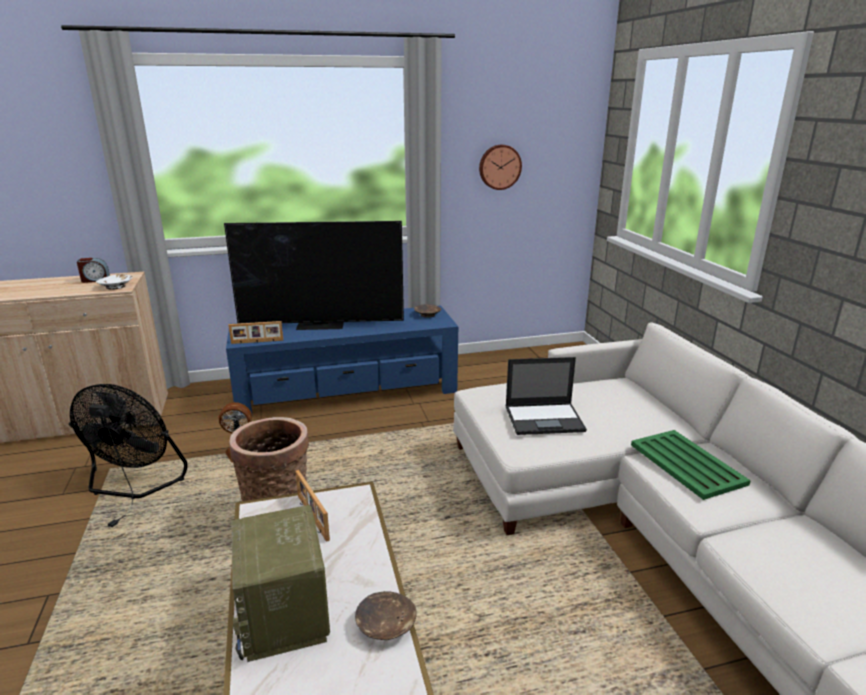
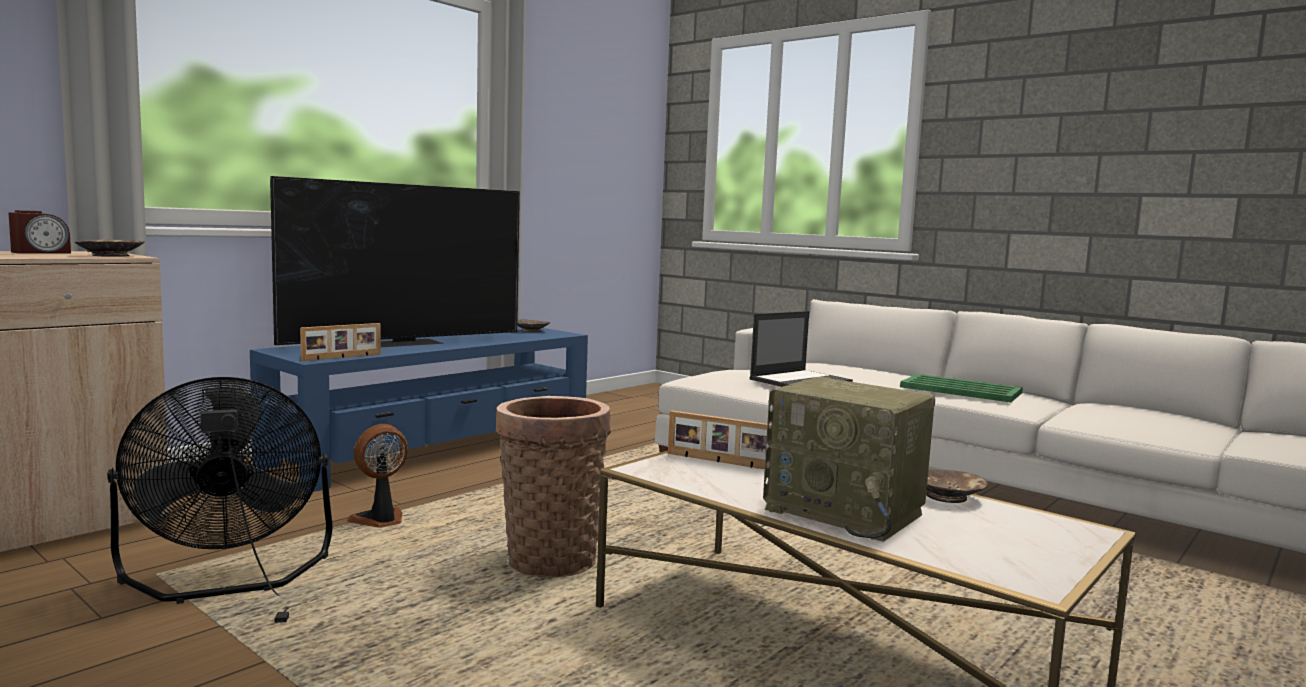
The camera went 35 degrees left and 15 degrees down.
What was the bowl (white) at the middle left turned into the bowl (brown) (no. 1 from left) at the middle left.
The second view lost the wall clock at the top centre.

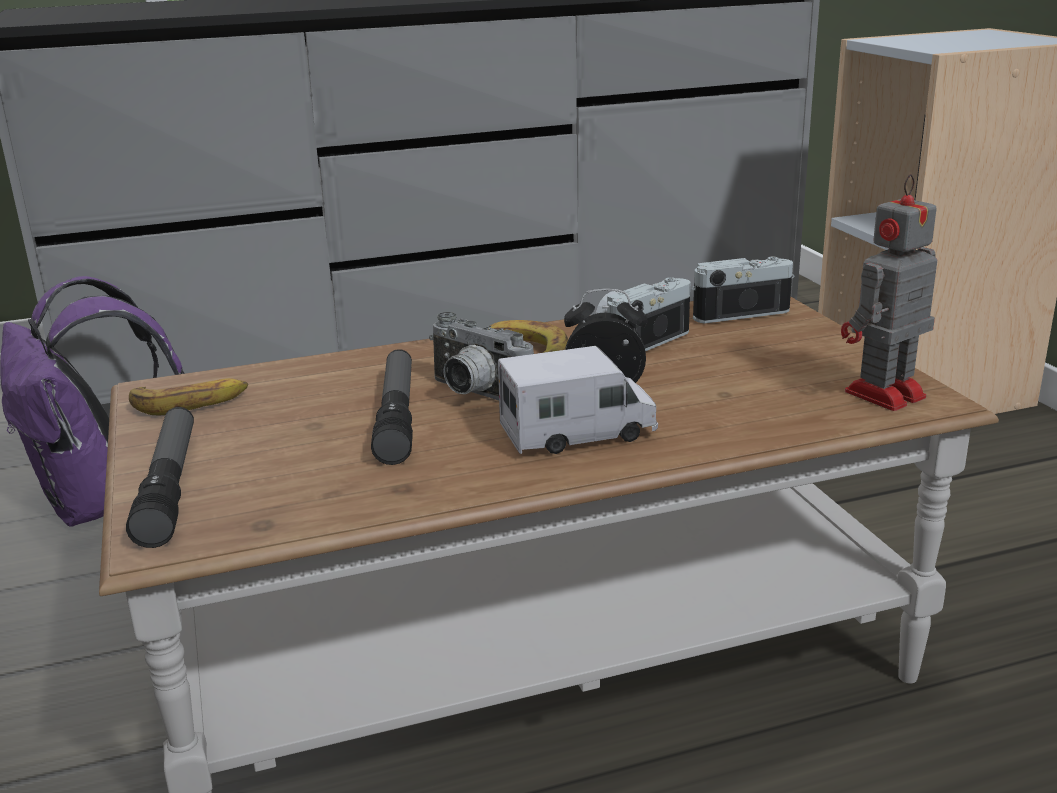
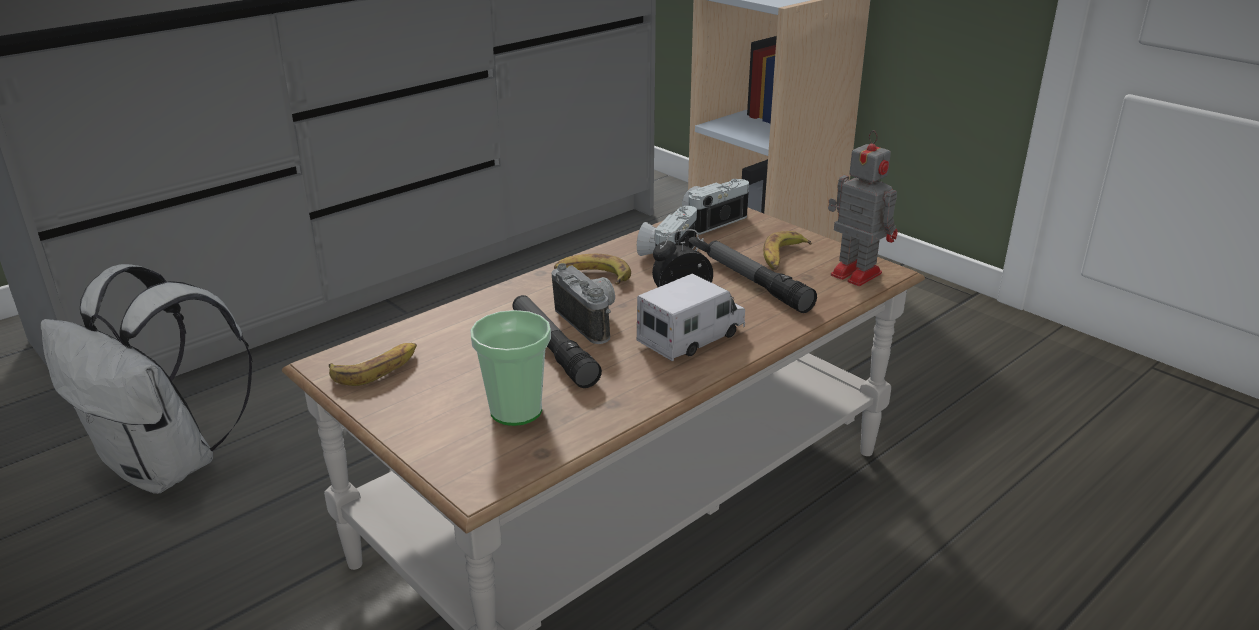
The camera went 25 degrees left and 5 degrees up.
What was the backpack (purple) at the middle left turned into the backpack (white) at the middle left.
The second view gained the cup at the centre.
The photo camera (no. 1 from left) at the centre ended up facing another way, 135 degrees counterclockwise from before.
The flashlight (no. 1 from left in the first image) ended up elsewhere, having gone from the middle left to the centre.
The second view gained the banana (no. 3 from left) at the centre.
The toy robot at the middle right ended up facing another way, 105 degrees clockwise from before.

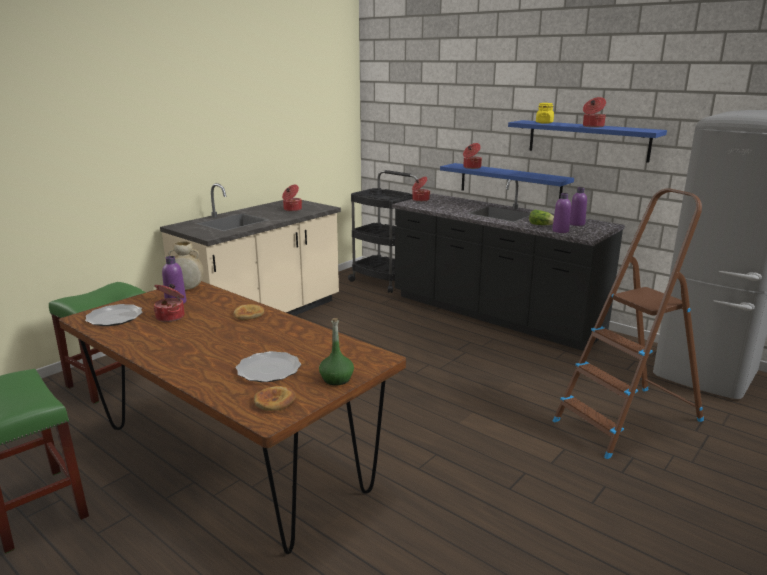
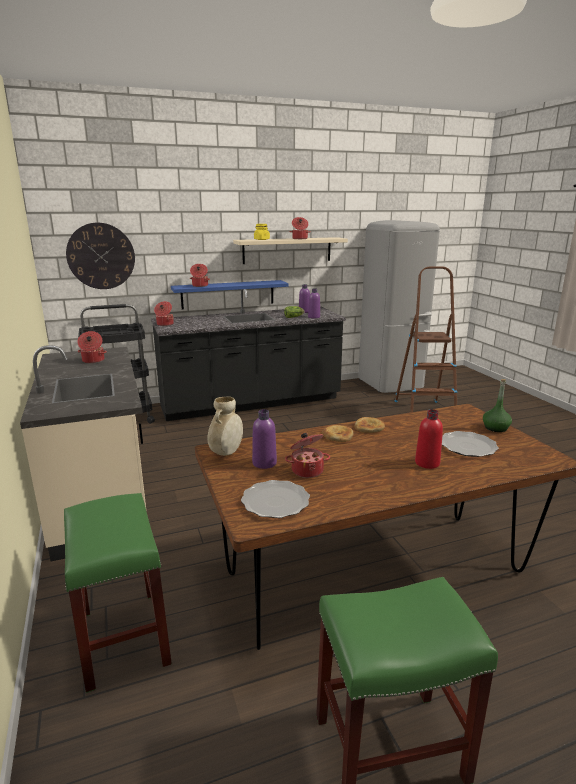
The camera went 60 degrees left and 0 degrees up.
The second view gained the wall clock at the top left.
What was the shelf (blue) (no. 2 from left) at the top right turned into the shelf (beige) at the top centre.
The bread (no. 2 from left) ended up elsewhere, having gone from the bottom centre to the centre.
The second view gained the bottle (red) at the middle right.

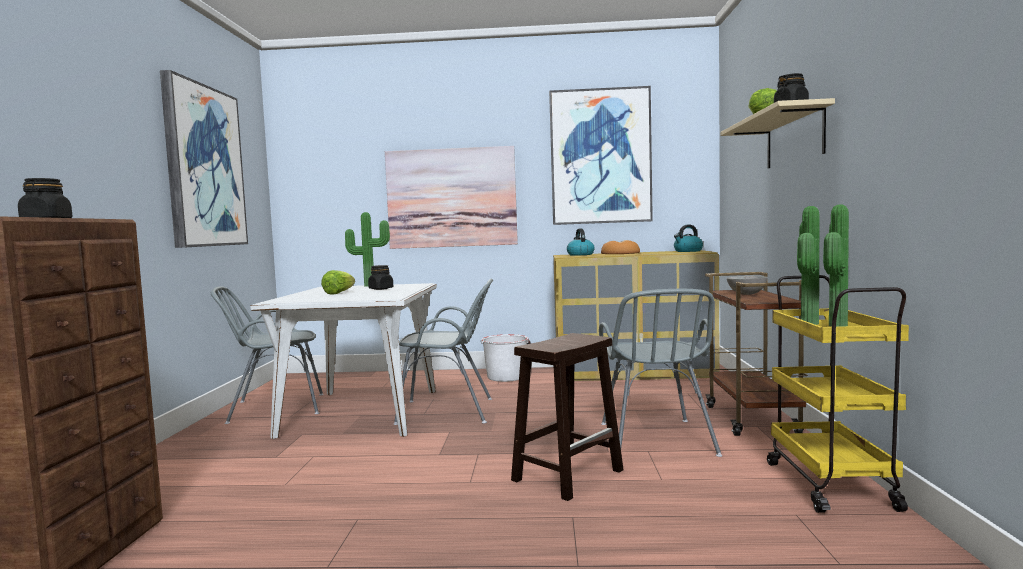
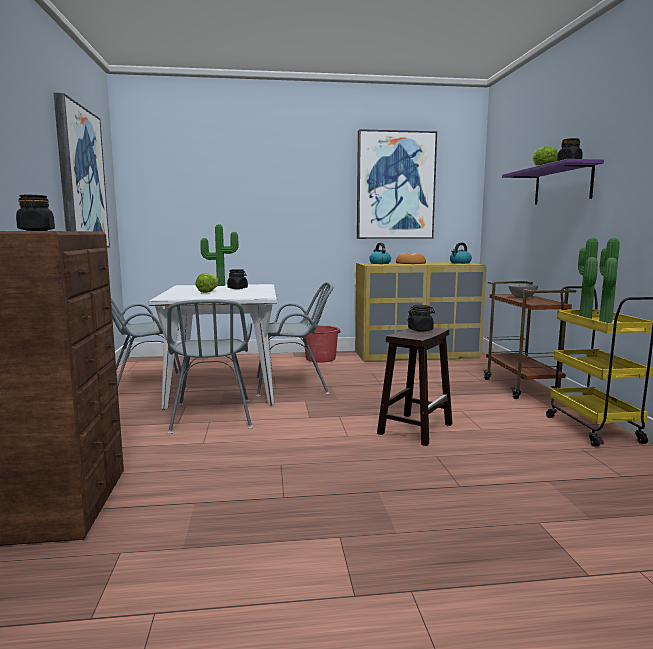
The camera went 10 degrees left and 5 degrees up.
The chair (grey) (no. 3 from left in the first image) ended up elsewhere, having gone from the centre to the middle left.
What was the bucket (white) at the centre turned into the bucket (red) at the centre.
The second view gained the jar (black) (no. 3 from left) at the centre.
What was the shelf (beige) at the top right turned into the shelf (purple) at the top right.
The second view lost the picture (no. 2 from left) at the centre.

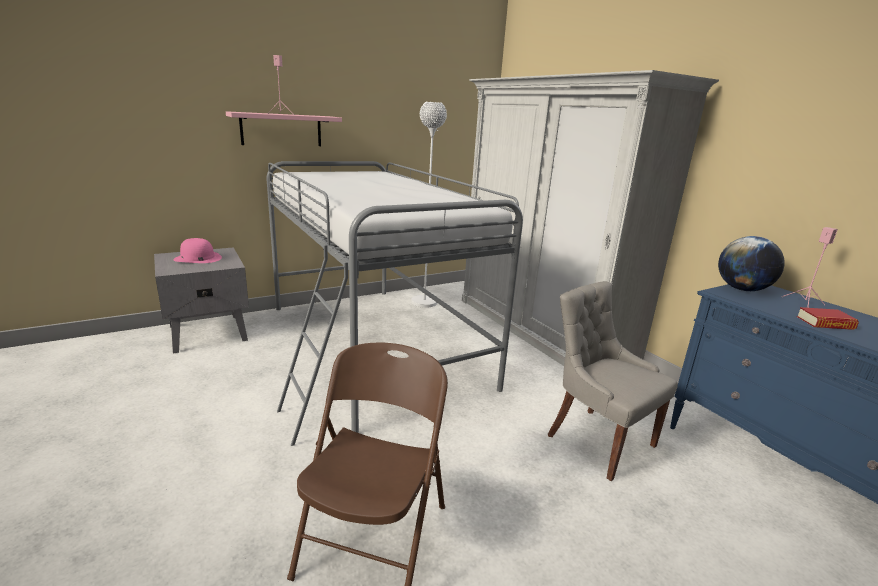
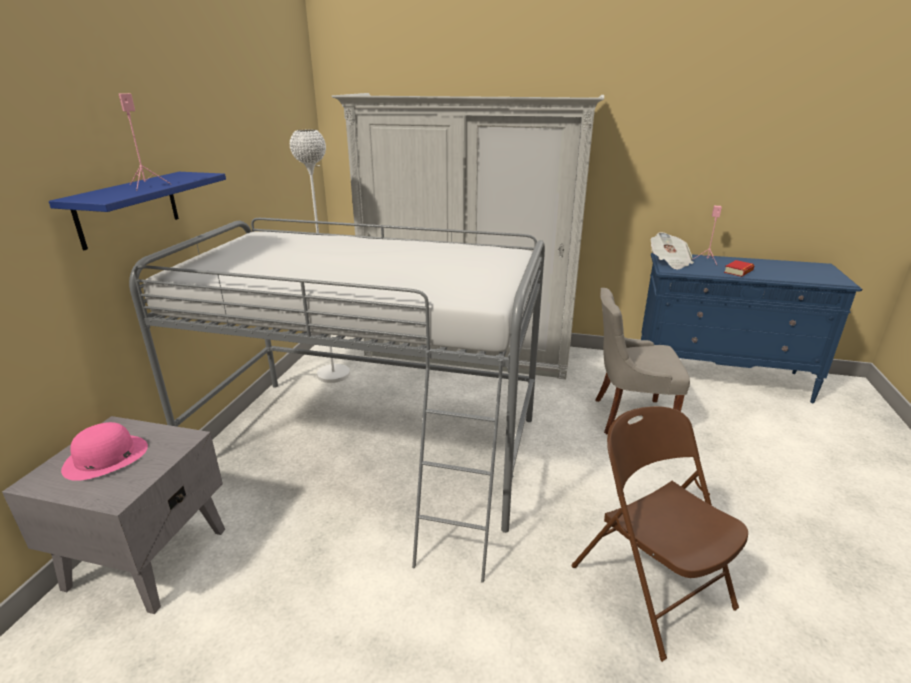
The camera went 45 degrees left and 5 degrees up.
What was the shelf (pink) at the top left turned into the shelf (blue) at the top left.
Where the globe stood at the middle right, the newspaper came to stand at the middle right.

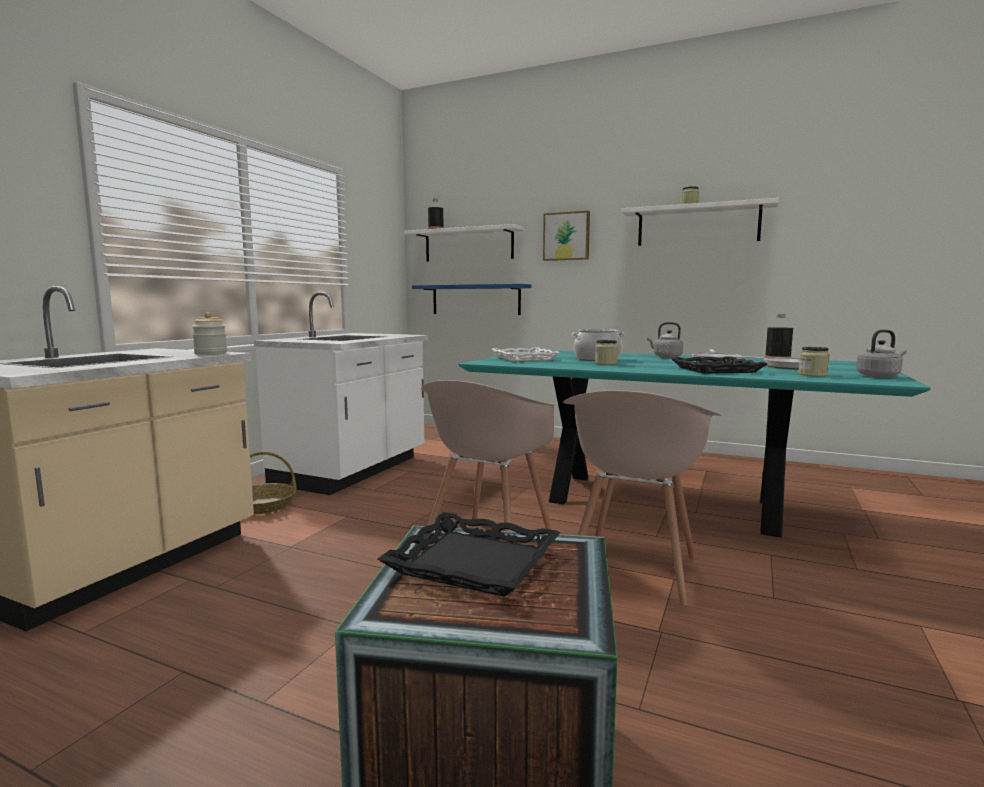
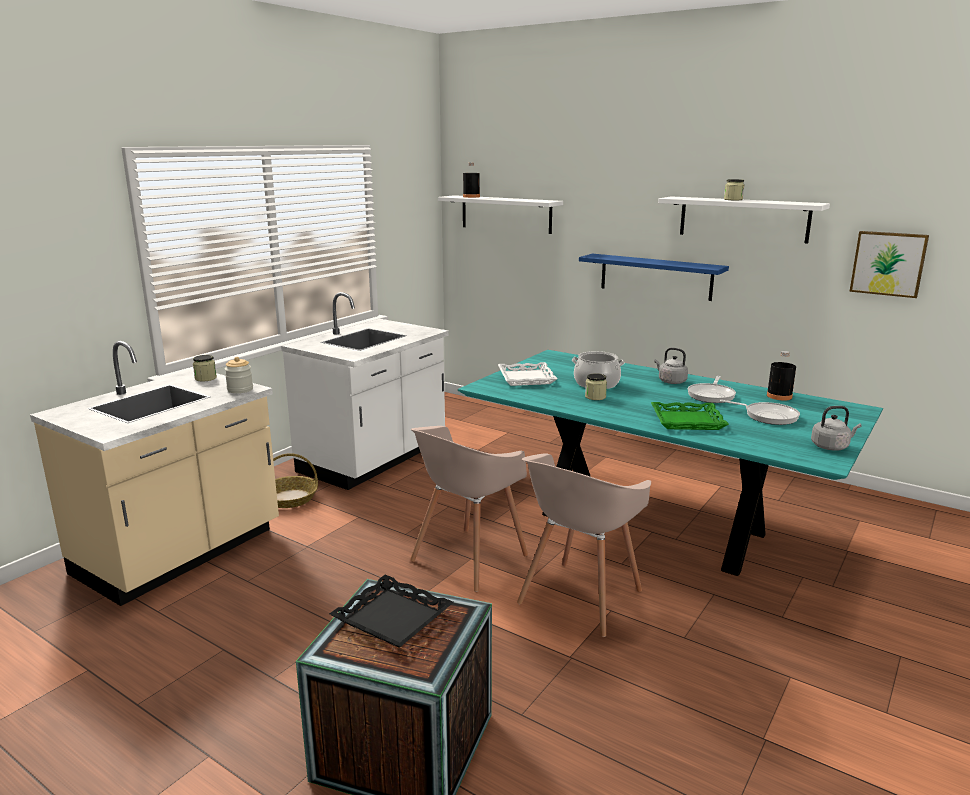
The camera went 10 degrees right and 10 degrees up.
The jar (no. 4 from left in the first image) ended up elsewhere, having gone from the middle right to the middle left.
The shelf (blue) ended up elsewhere, having gone from the centre to the middle right.
What was the tray (black) (no. 2 from left) at the middle right turned into the tray (green) at the middle right.
The picture ended up elsewhere, having gone from the top centre to the top right.

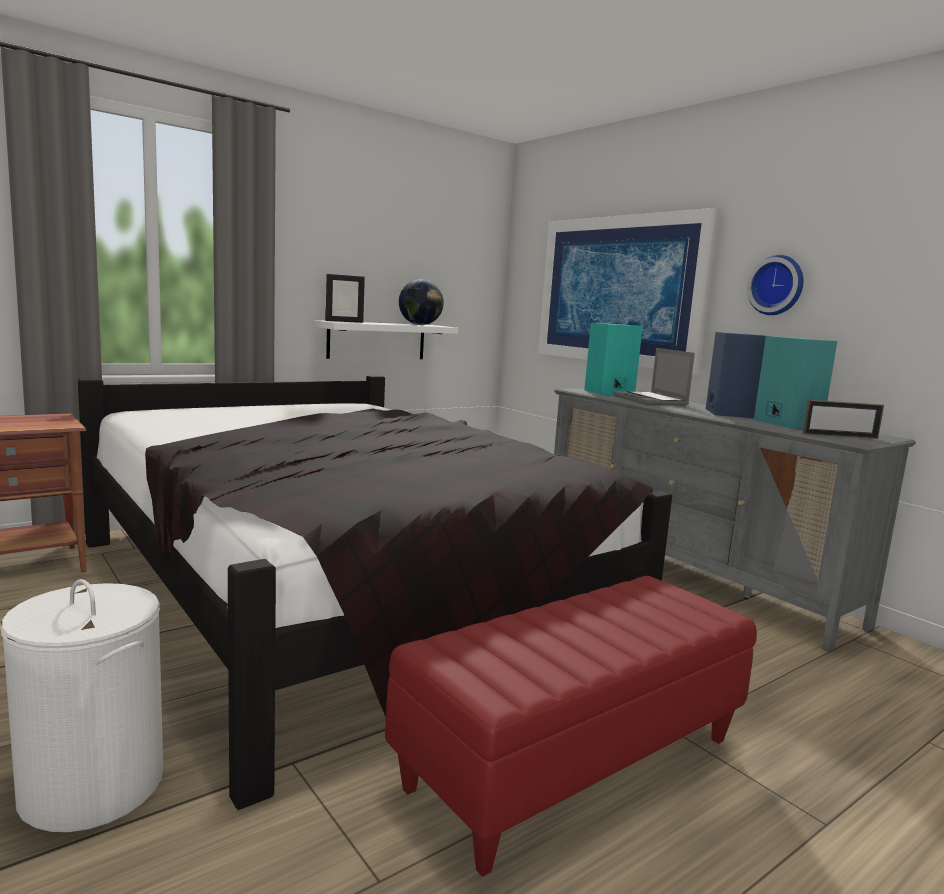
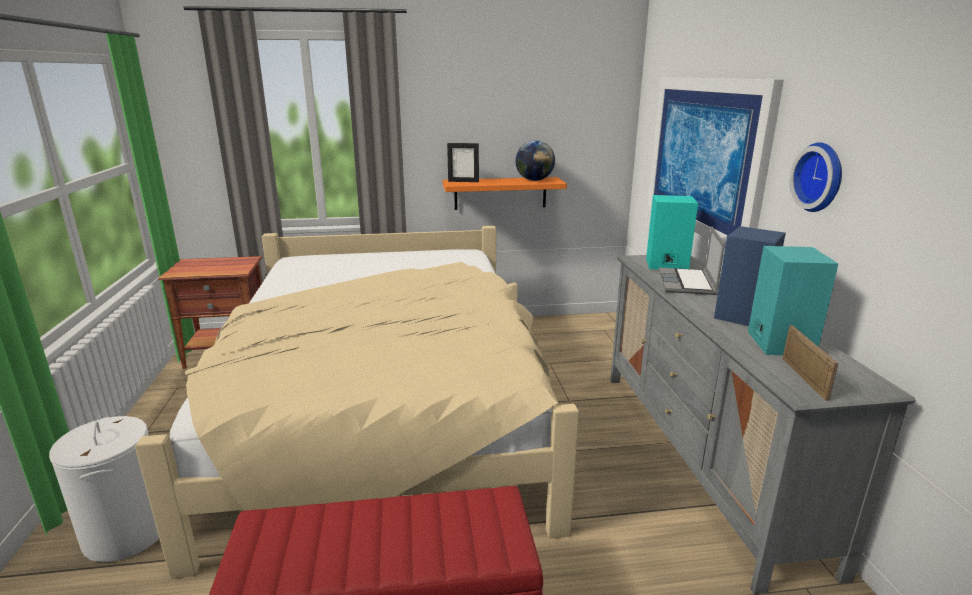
The camera went 30 degrees right and 10 degrees up.
What was the bed (black) at the centre turned into the bed (beige) at the bottom centre.
What was the shelf (white) at the centre turned into the shelf (orange) at the top centre.
The picture frame (no. 2 from left) at the middle right ended up facing another way, 120 degrees counterclockwise from before.

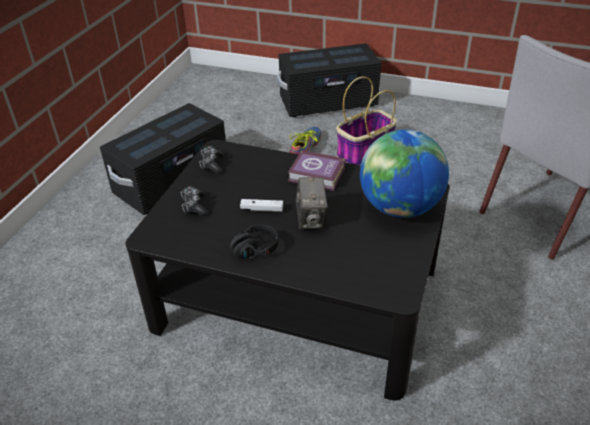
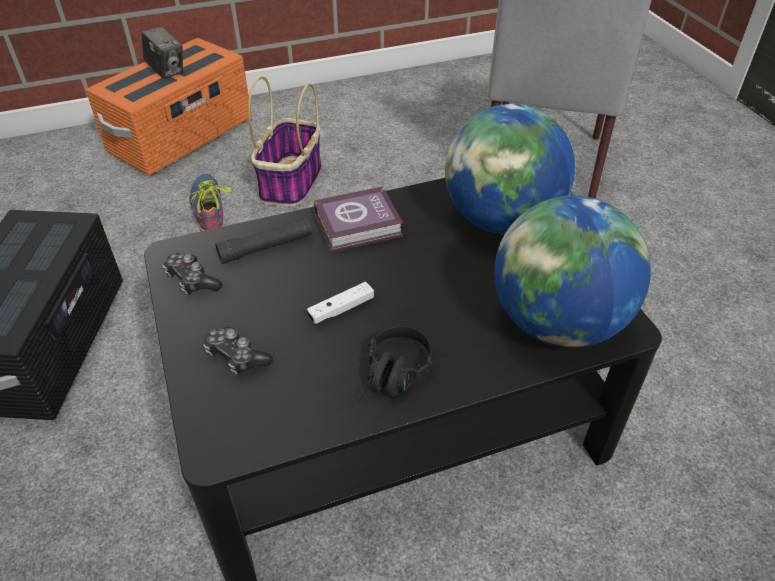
The camera went 40 degrees left and 5 degrees up.
What was the storage box (black) (no. 2 from left) at the top centre turned into the storage box (orange) at the top left.
The photo camera ended up elsewhere, having gone from the centre to the top left.
The second view gained the flashlight (black) at the centre.
The second view gained the globe (no. 2 from left) at the middle right.

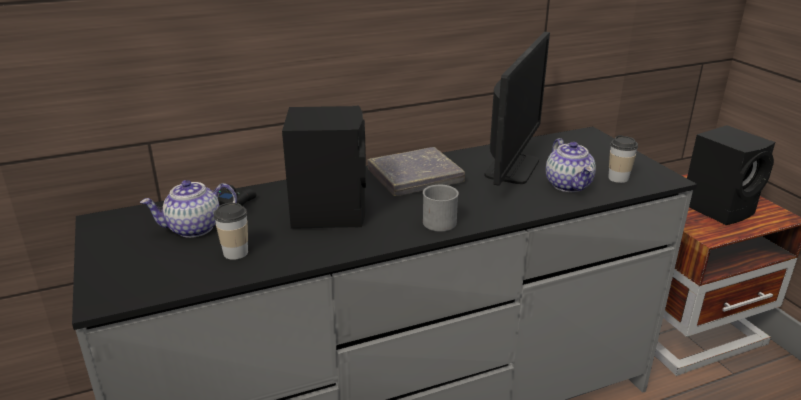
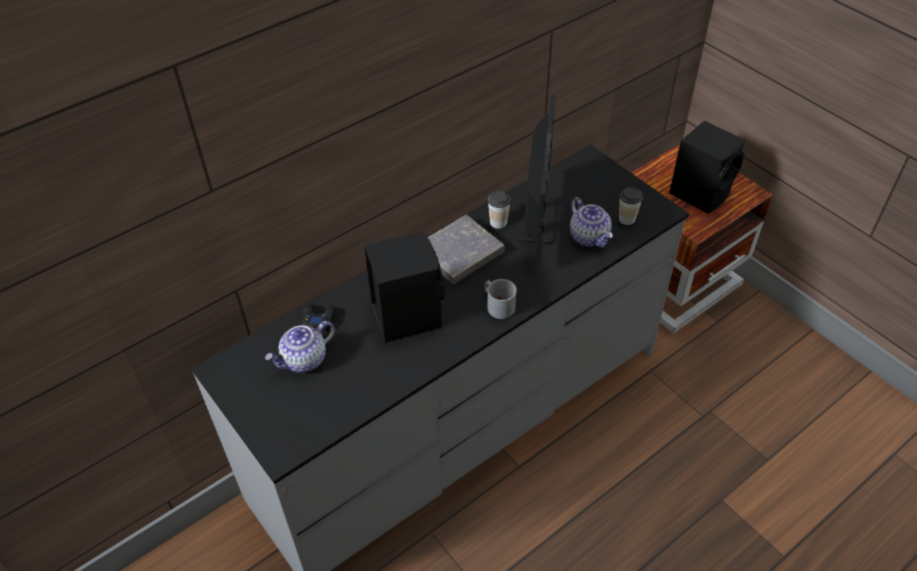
The camera went 15 degrees left and 20 degrees up.
The cup (no. 1 from left) ended up elsewhere, having gone from the middle left to the centre.

